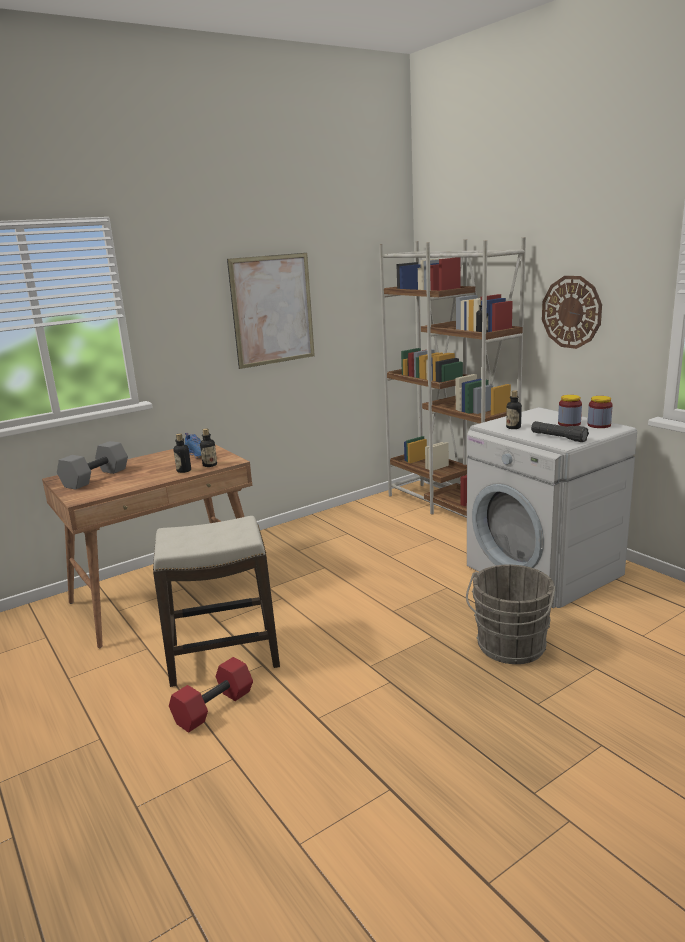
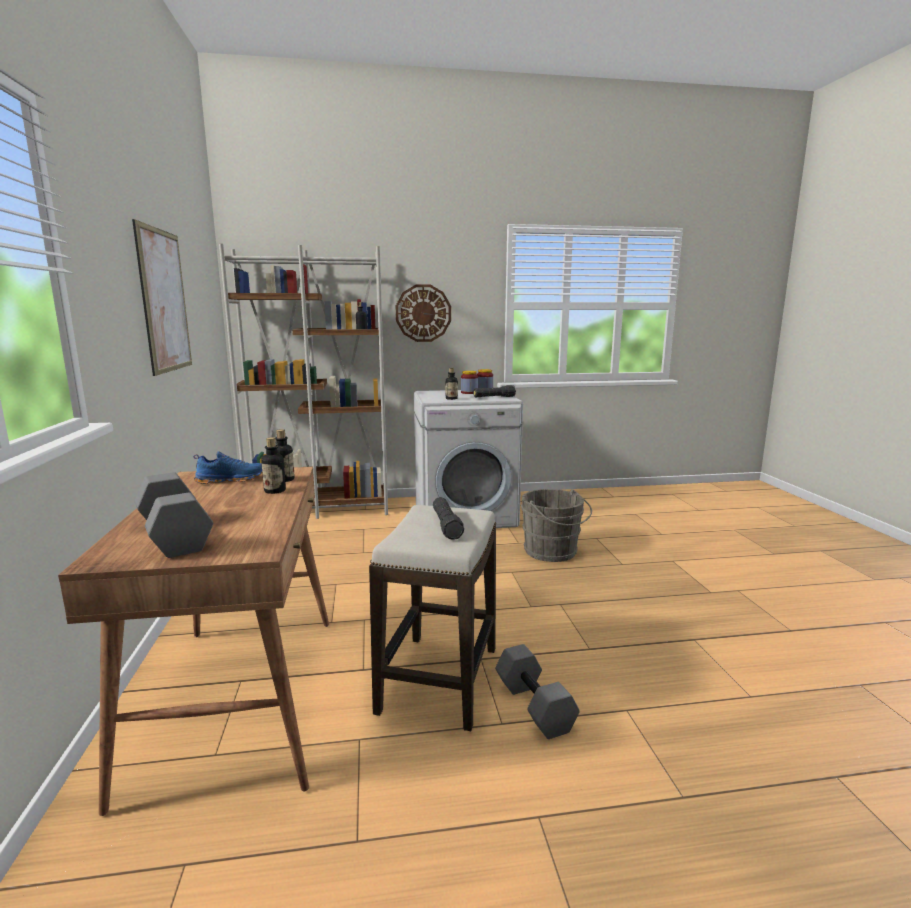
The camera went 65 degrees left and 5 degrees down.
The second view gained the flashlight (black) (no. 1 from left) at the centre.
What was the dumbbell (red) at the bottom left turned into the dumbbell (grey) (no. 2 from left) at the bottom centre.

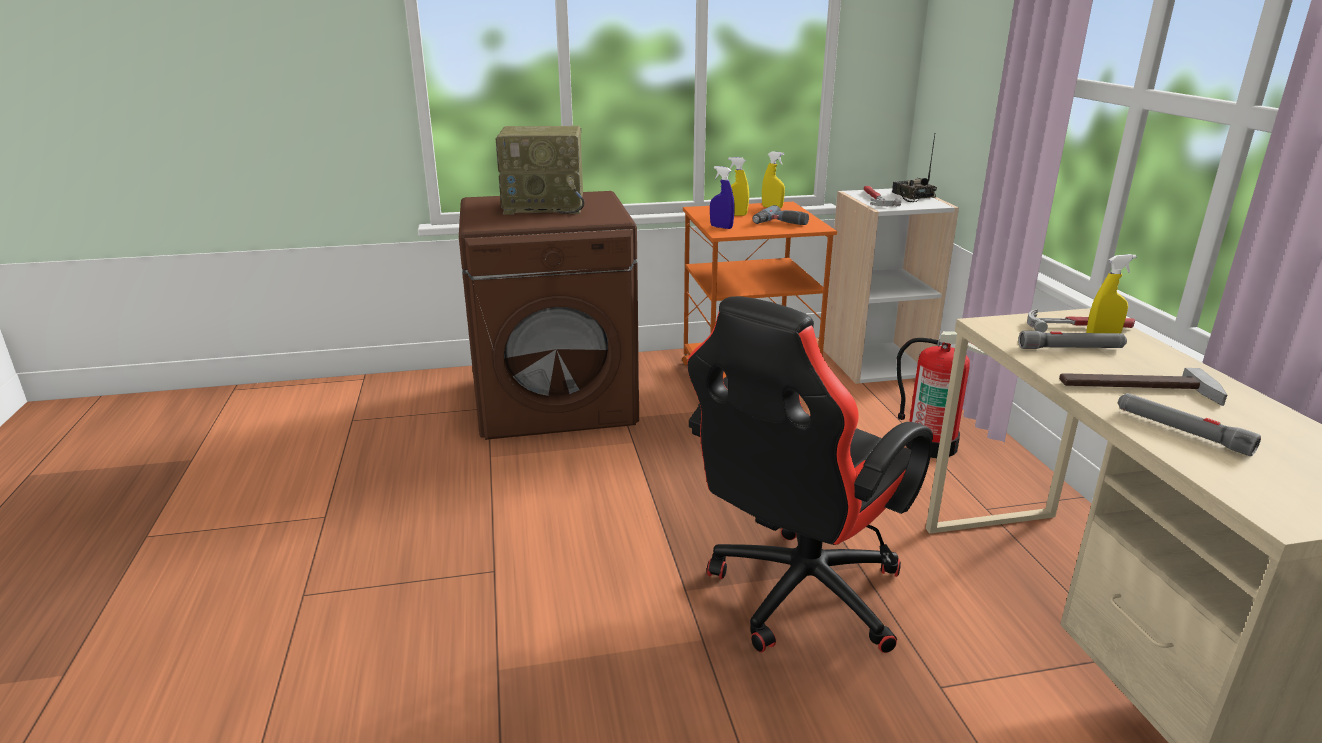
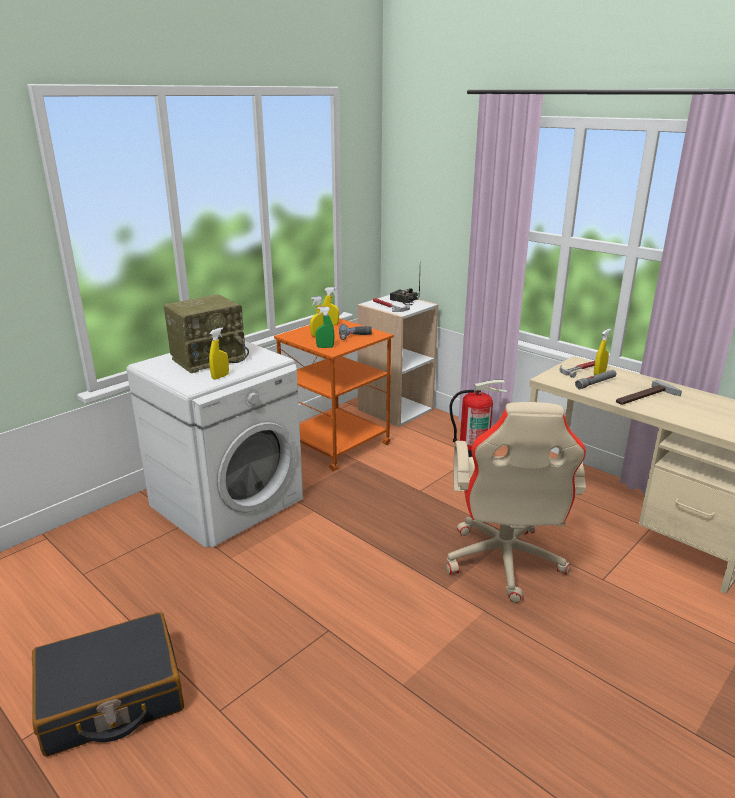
The camera went 35 degrees left and 0 degrees up.
The second view gained the suitcase (black) at the bottom left.
What was the washing machine (brown) at the centre turned into the washing machine (white) at the middle left.
The second view gained the spray bottle (yellow) (no. 1 from left) at the middle left.
What was the spray bottle (blue) at the top centre turned into the spray bottle (green) at the centre.
What was the office chair (black) at the centre turned into the office chair (beige) at the middle right.
The second view lost the flashlight (grey) (no. 2 from left) at the middle right.

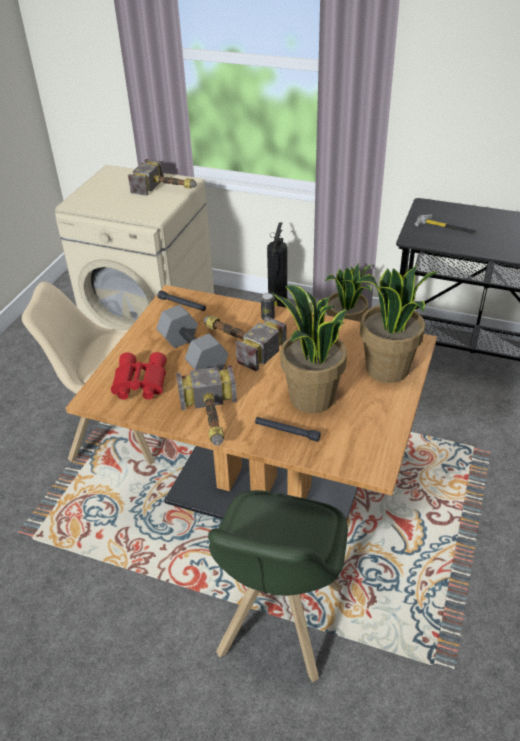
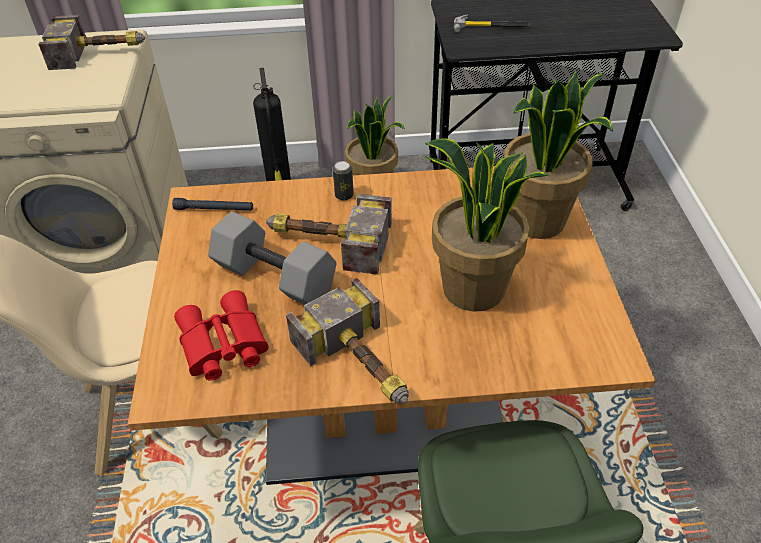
The camera went 25 degrees left and 5 degrees up.
The second view lost the flashlight (black) (no. 2 from left) at the centre.

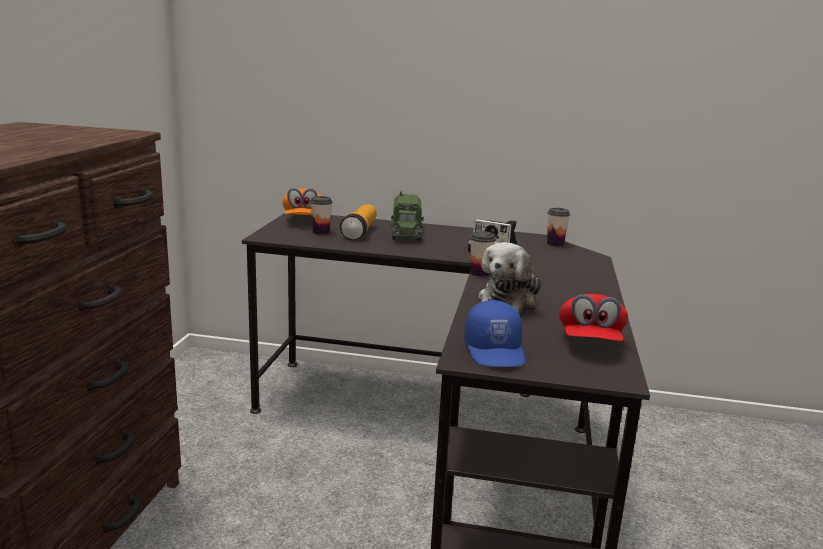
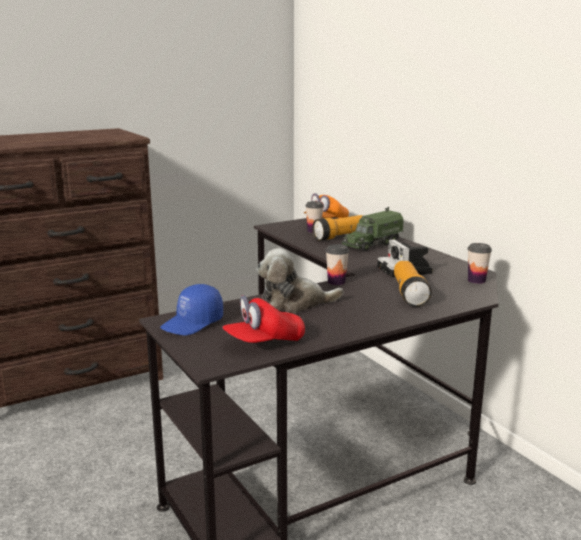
The camera went 50 degrees right and 0 degrees up.
The second view gained the flashlight (no. 2 from left) at the middle right.

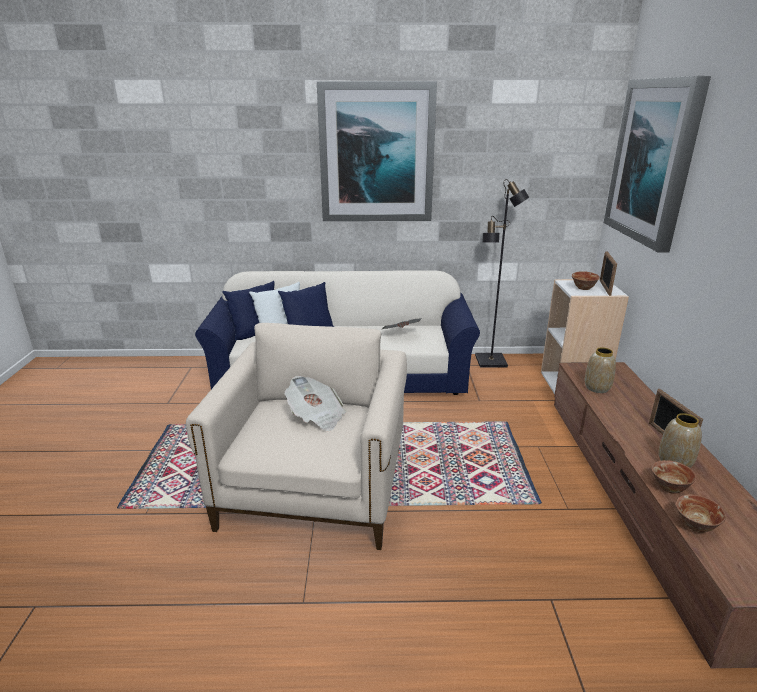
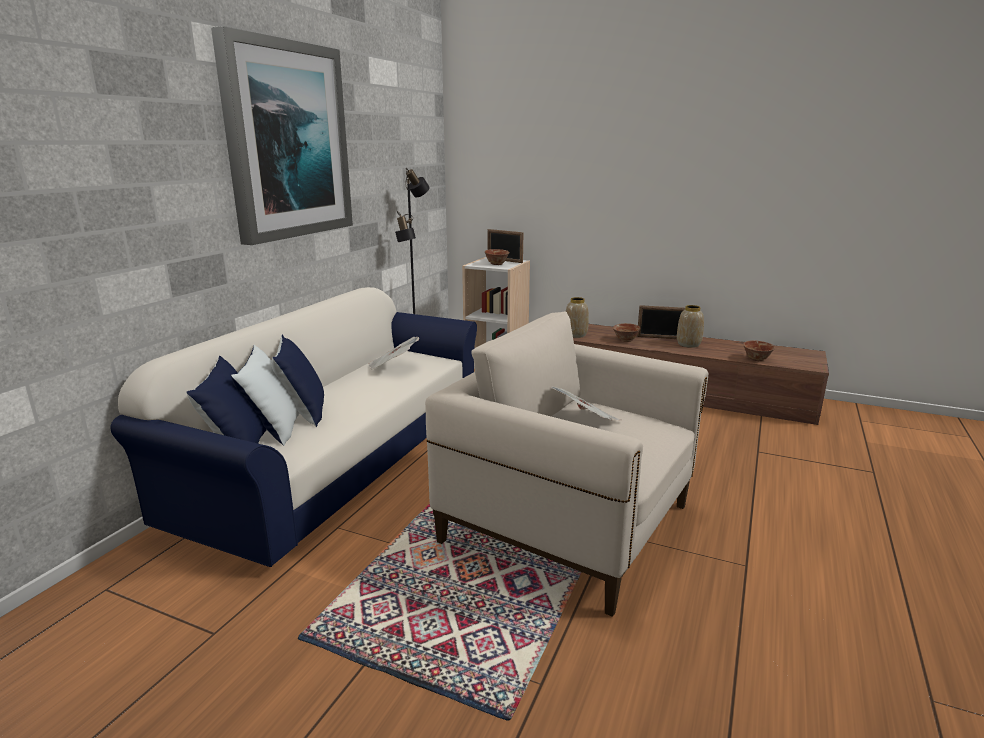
The camera went 65 degrees left and 5 degrees down.
The bowl (no. 2 from left) ended up elsewhere, having gone from the bottom right to the centre.
The second view lost the picture (no. 2 from left) at the top right.

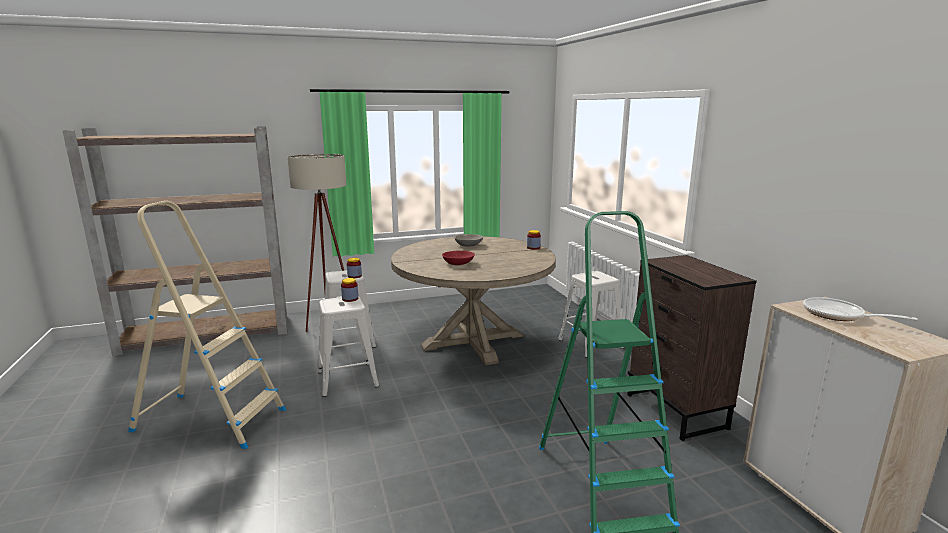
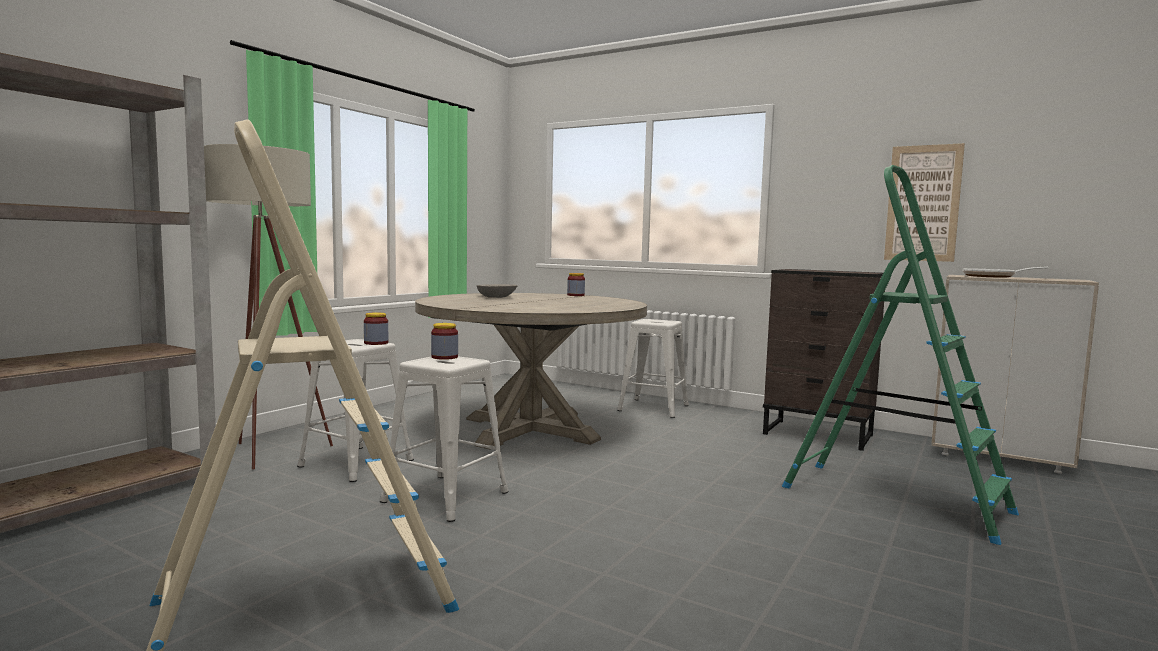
The camera went 40 degrees left and 10 degrees down.
The second view gained the picture at the top right.
The second view lost the bowl (red) at the centre.

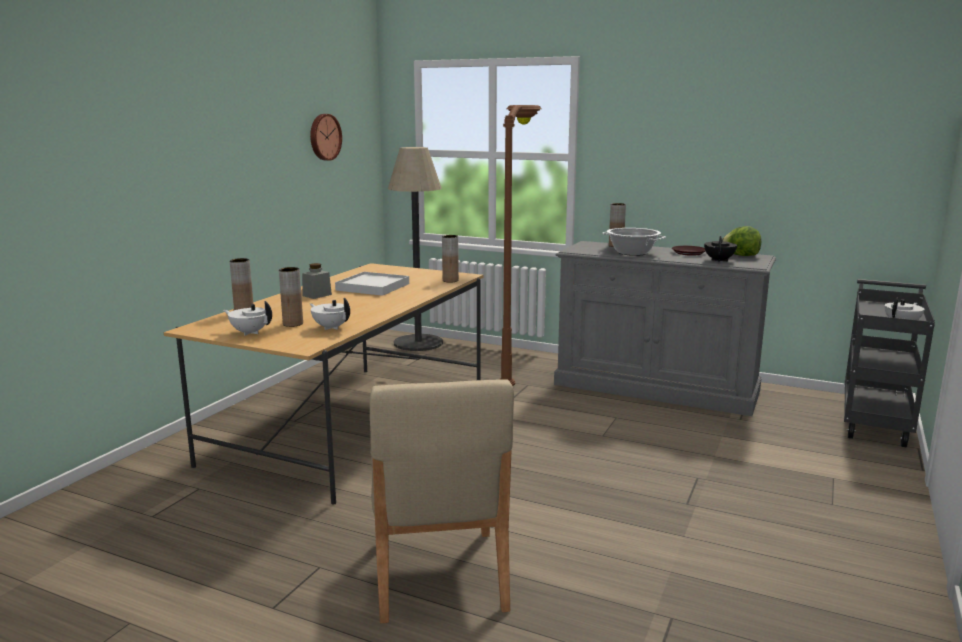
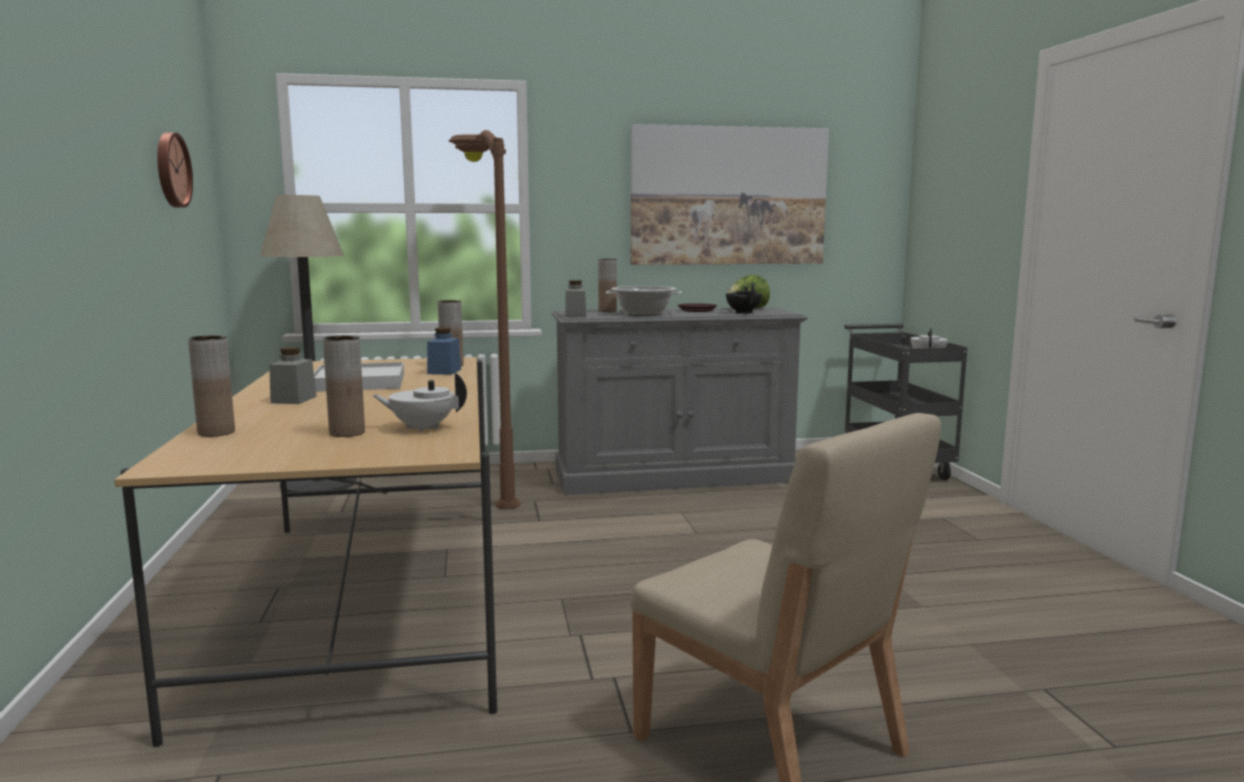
The camera went 35 degrees left and 5 degrees down.
The second view gained the jar (blue) at the centre.
The second view gained the jar (grey) (no. 2 from left) at the centre.
The second view gained the picture at the top centre.
The second view lost the teapot (white) (no. 1 from left) at the middle left.

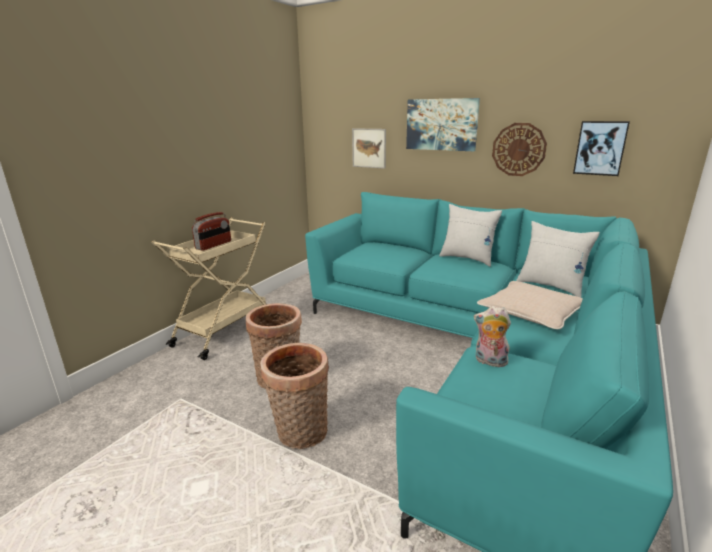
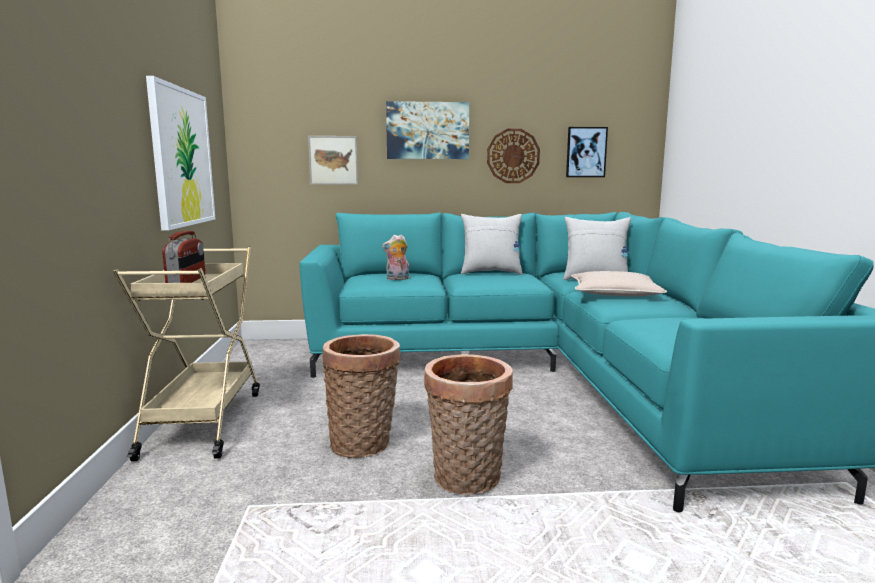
The camera went 35 degrees left and 10 degrees down.
The second view gained the picture (no. 1 from left) at the top left.
The plush toy ended up elsewhere, having gone from the middle right to the centre.

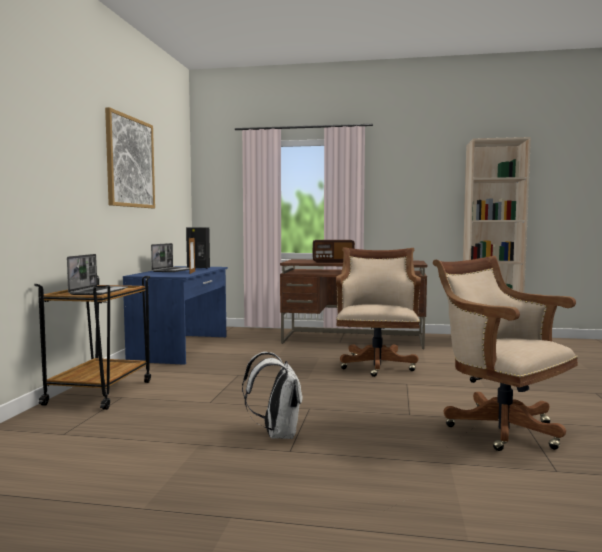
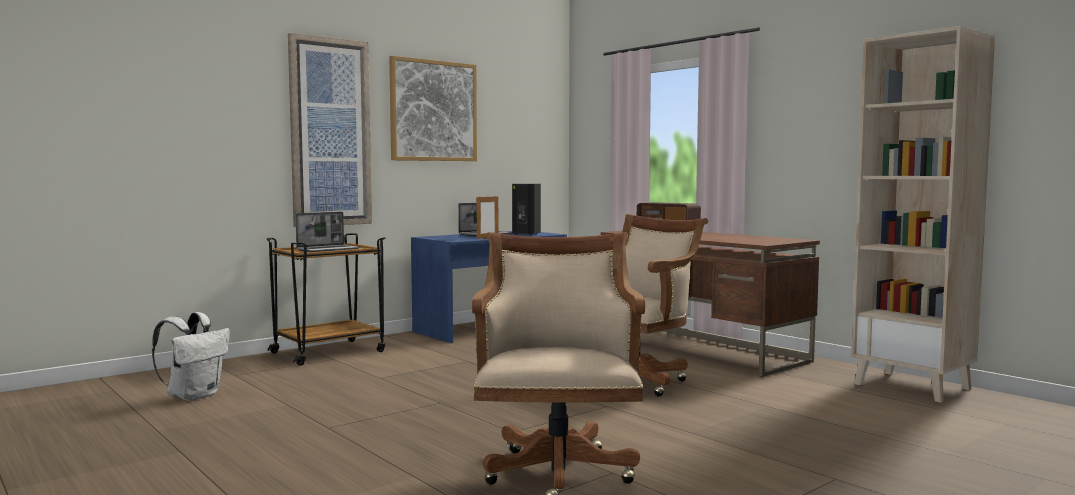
The camera went 40 degrees right and 0 degrees up.
The backpack (white) ended up elsewhere, having gone from the bottom centre to the bottom left.
The second view gained the picture (no. 1 from left) at the top left.

